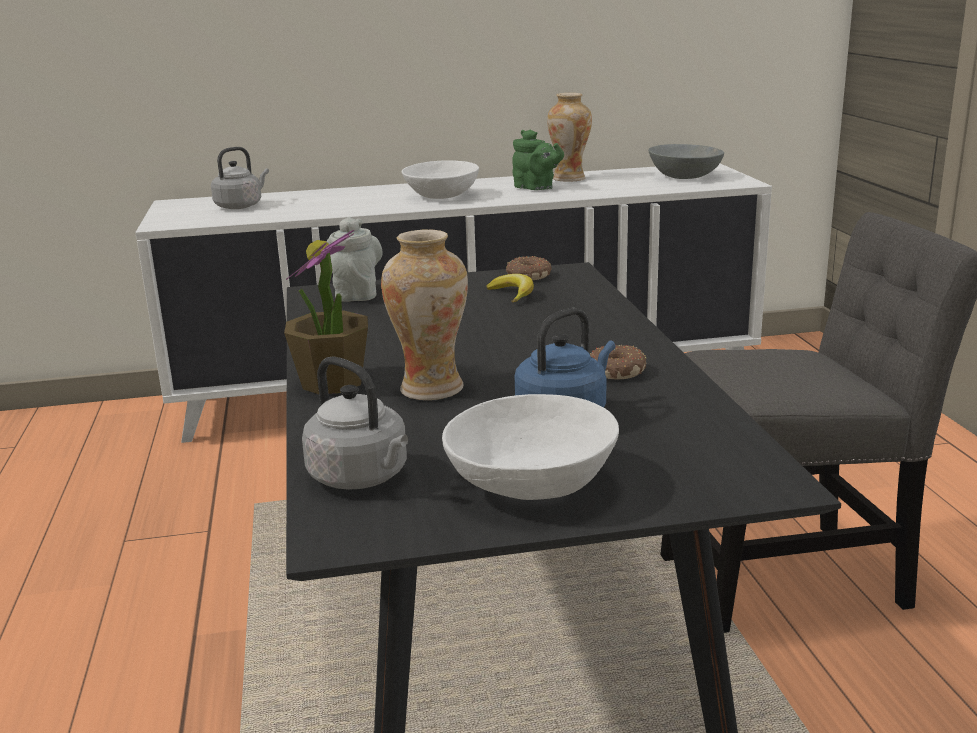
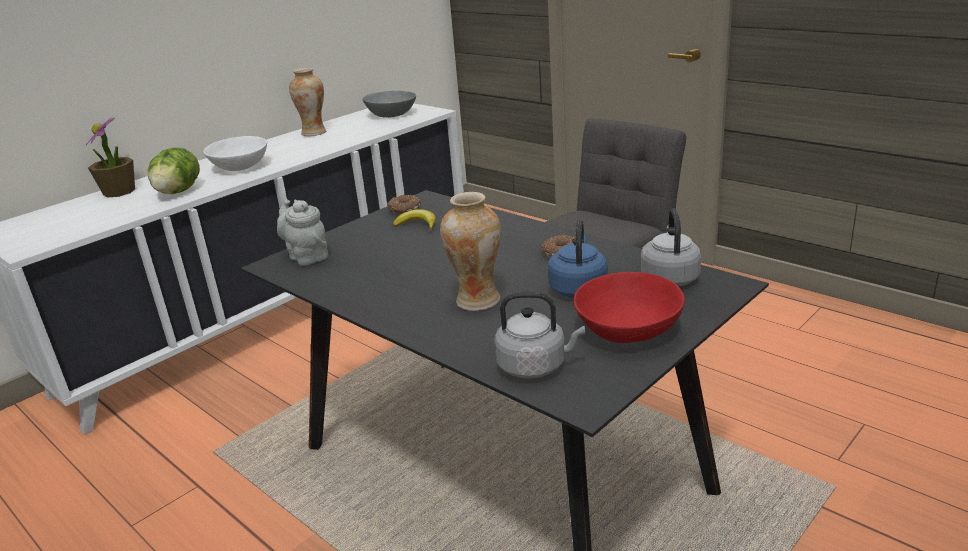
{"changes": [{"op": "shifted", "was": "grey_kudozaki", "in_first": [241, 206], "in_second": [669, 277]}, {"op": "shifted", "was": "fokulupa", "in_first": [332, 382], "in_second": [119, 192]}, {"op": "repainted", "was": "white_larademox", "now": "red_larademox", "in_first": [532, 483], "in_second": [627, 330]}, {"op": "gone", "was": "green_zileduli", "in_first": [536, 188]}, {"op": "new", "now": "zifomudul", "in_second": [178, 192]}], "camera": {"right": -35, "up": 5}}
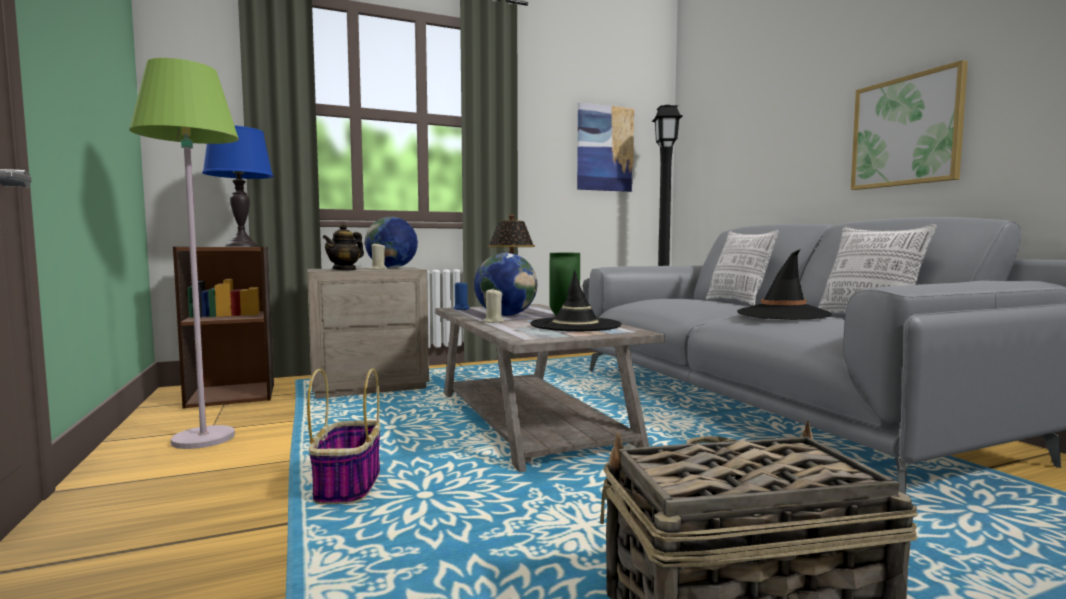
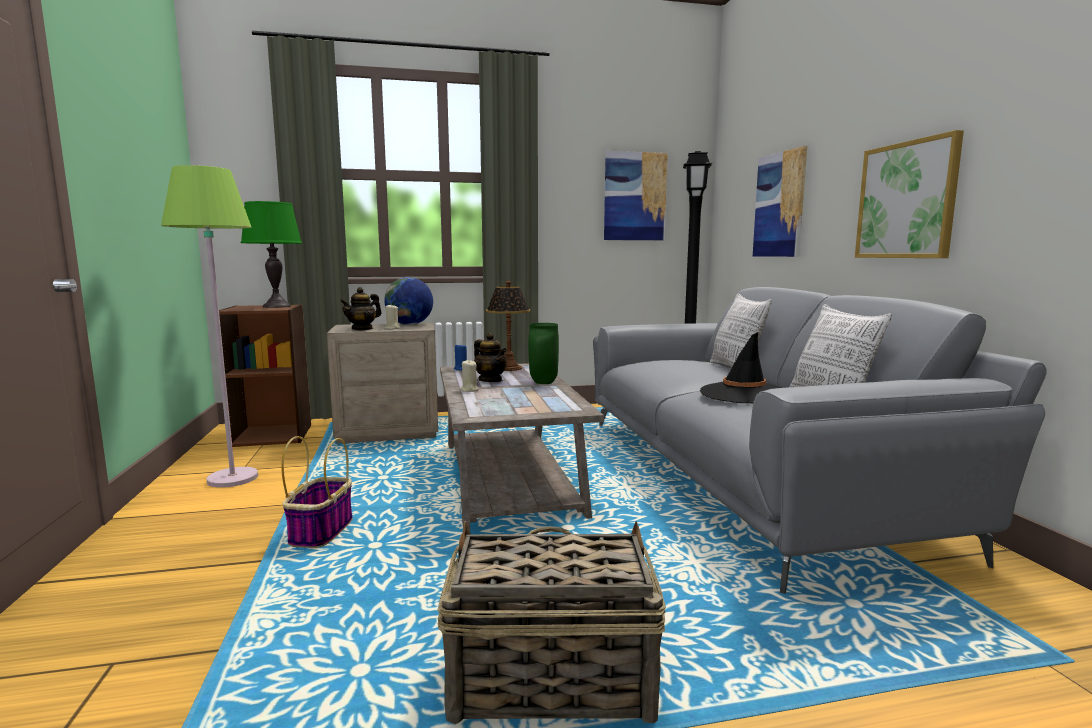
{"changes": [{"op": "repainted", "was": "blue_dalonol", "now": "green_dalonol", "in_first": [242, 246], "in_second": [276, 306]}, {"op": "swapped", "was": "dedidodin", "now": "zileduli", "in_first": [505, 315], "in_second": [490, 380]}, {"op": "gone", "was": "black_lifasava", "in_first": [575, 325]}, {"op": "new", "now": "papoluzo", "in_second": [779, 205]}], "camera": {"right": 10, "up": 5}}
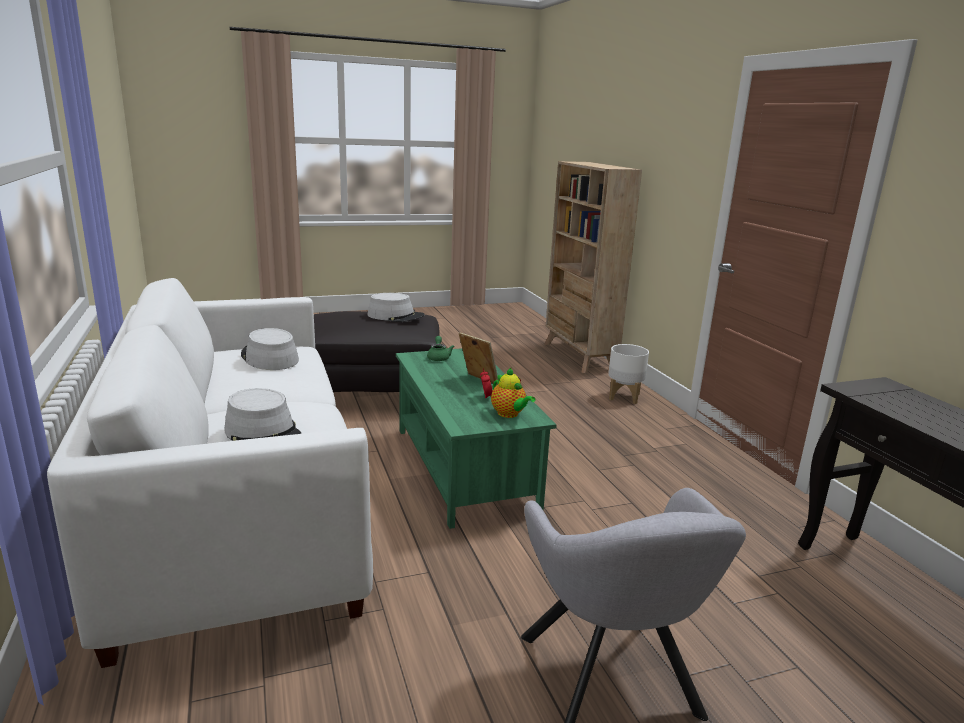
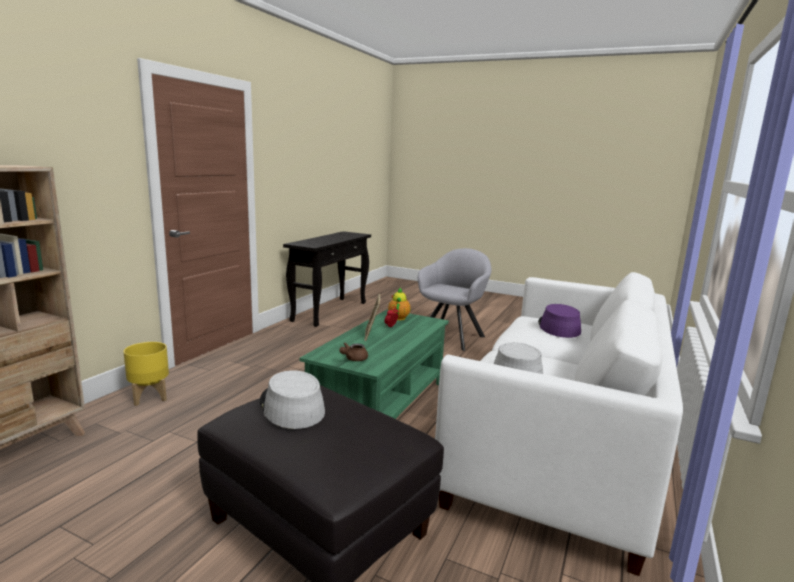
{"changes": [{"op": "repainted", "was": "grey_lifasava", "now": "purple_lifasava", "in_first": [263, 432], "in_second": [558, 327]}, {"op": "repainted", "was": "green_zileduli", "now": "brown_zileduli", "in_first": [439, 357], "in_second": [353, 359]}, {"op": "repainted", "was": "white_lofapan", "now": "yellow_lofapan", "in_first": [624, 397], "in_second": [149, 397]}], "camera": {"right": -135, "up": -5}}
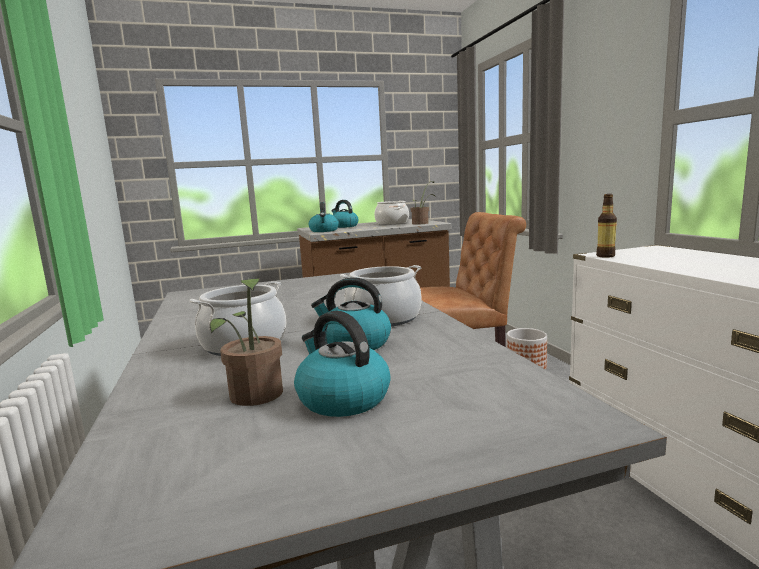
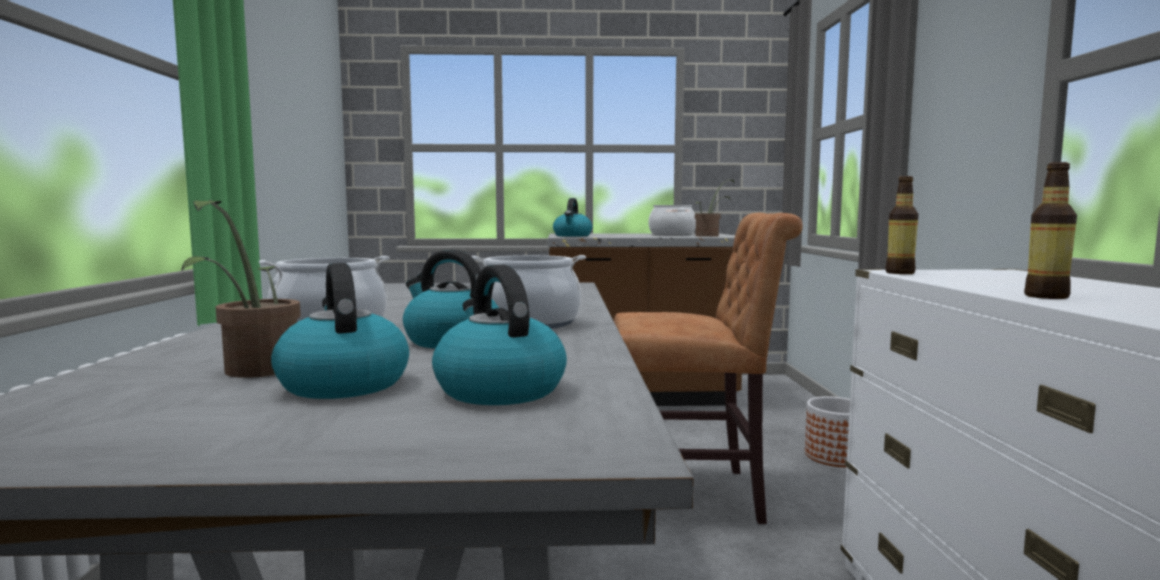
{"changes": [{"op": "shifted", "was": "kudozaki", "in_first": [344, 226], "in_second": [498, 389]}, {"op": "new", "now": "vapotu", "in_second": [1046, 296]}], "camera": {"right": 15, "up": -5}}
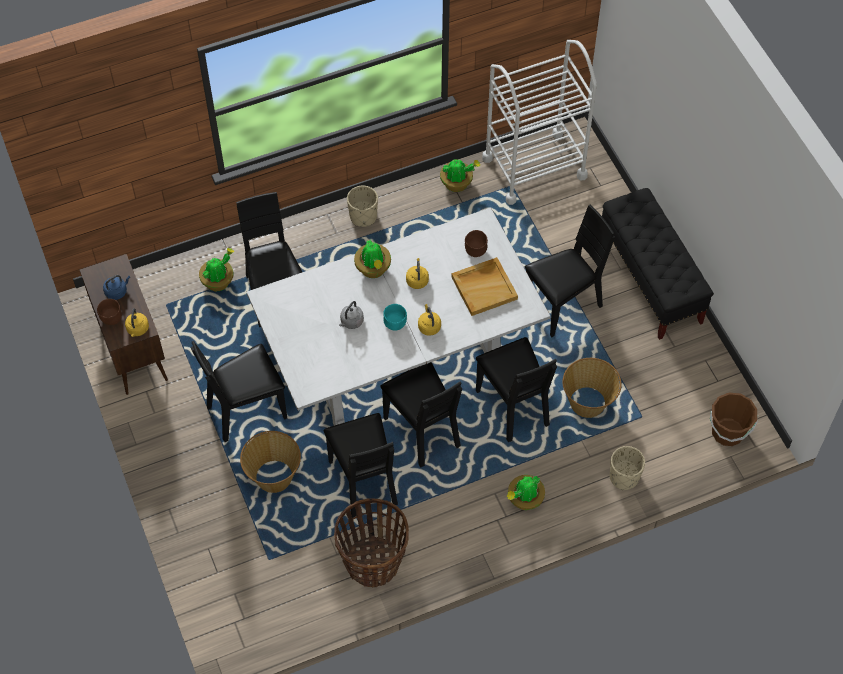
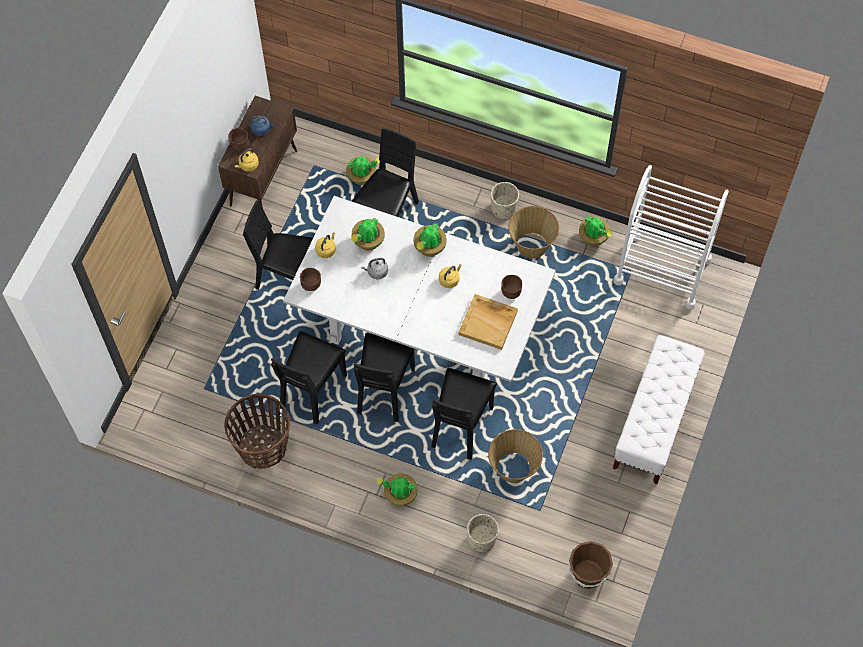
{"changes": [{"op": "shifted", "was": "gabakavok", "in_first": [273, 476], "in_second": [532, 245]}, {"op": "gone", "was": "turquoise_larademox", "in_first": [395, 324]}, {"op": "shifted", "was": "yellow_kudozaki", "in_first": [429, 326], "in_second": [326, 250]}, {"op": "gone", "was": "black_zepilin", "in_first": [562, 305]}, {"op": "repainted", "was": "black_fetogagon", "now": "white_fetogagon", "in_first": [650, 280], "in_second": [654, 421]}, {"op": "new", "now": "brown_larademox", "in_second": [311, 285]}, {"op": "new", "now": "fokulupa", "in_second": [367, 242]}], "camera": {"right": 45, "up": 5}}
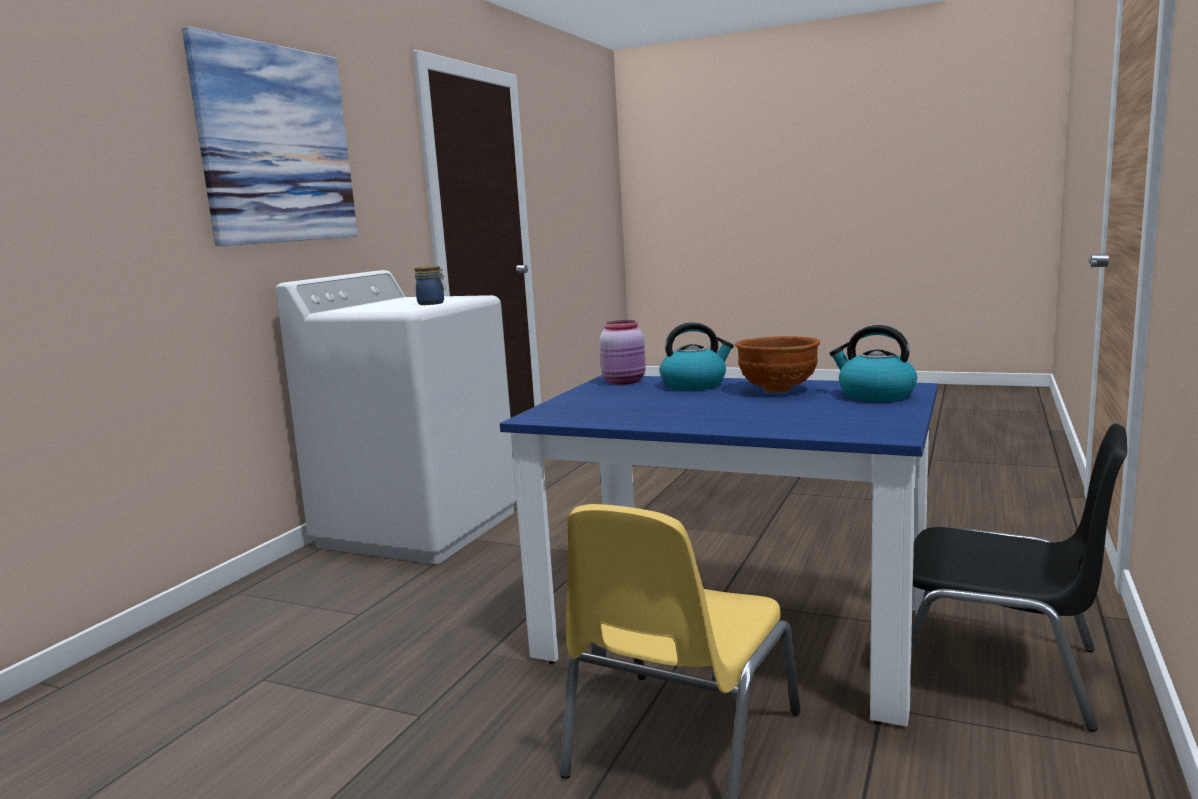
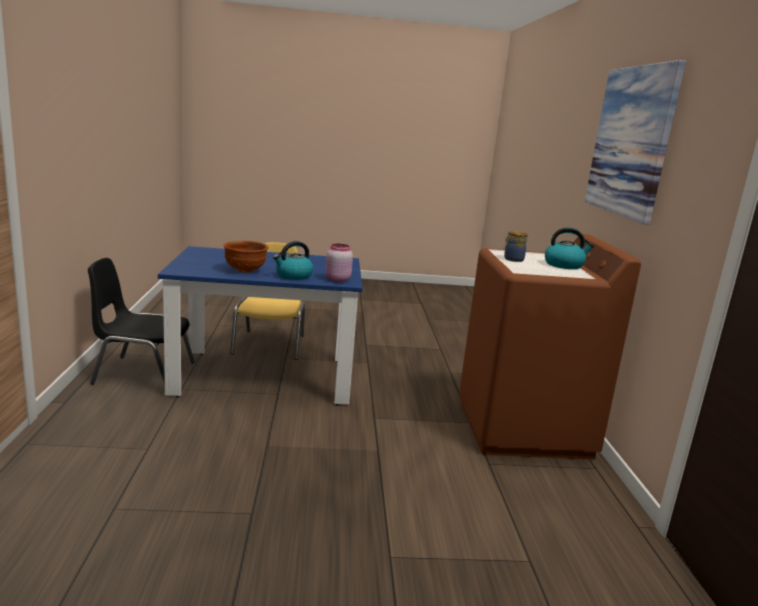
{"changes": [{"op": "repainted", "was": "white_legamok", "now": "brown_legamok", "in_first": [419, 528], "in_second": [523, 429]}, {"op": "shifted", "was": "kudozaki", "in_first": [875, 395], "in_second": [564, 265]}], "camera": {"right": 150, "up": 5}}
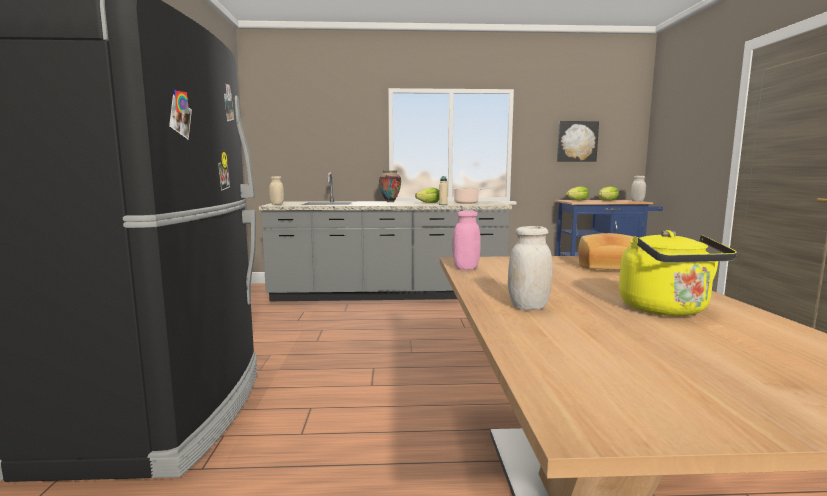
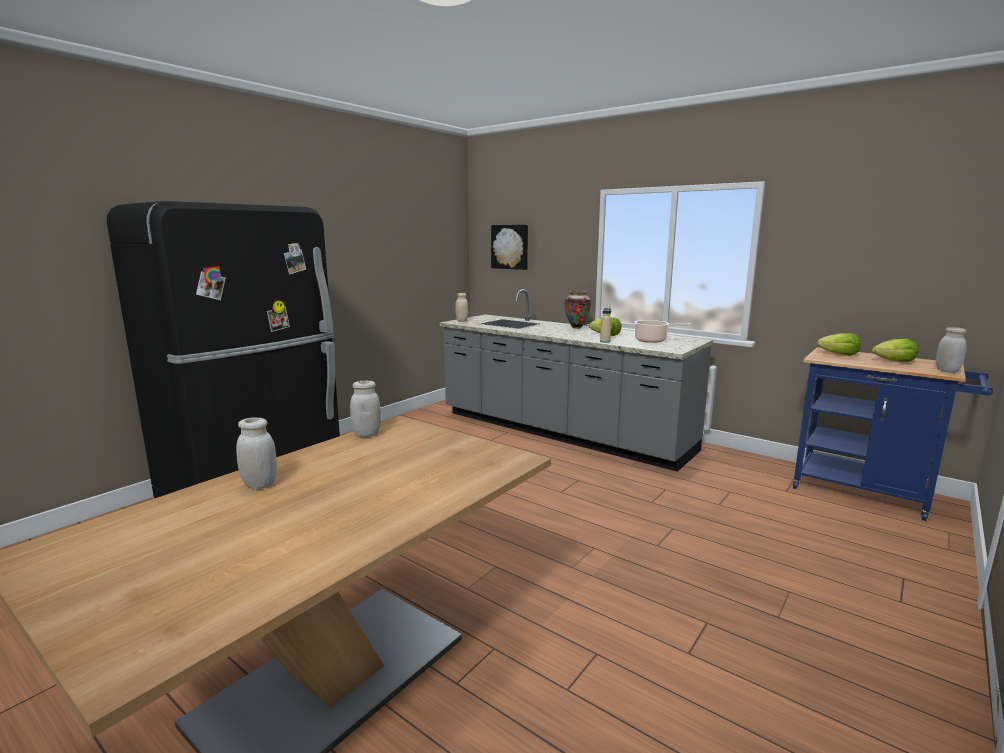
{"changes": [{"op": "repainted", "was": "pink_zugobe", "now": "white_zugobe", "in_first": [466, 268], "in_second": [367, 434]}, {"op": "shifted", "was": "papoluzo", "in_first": [576, 141], "in_second": [510, 247]}, {"op": "gone", "was": "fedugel", "in_first": [608, 266]}, {"op": "gone", "was": "yellow_kudozaki", "in_first": [667, 310]}], "camera": {"right": 40, "up": 5}}
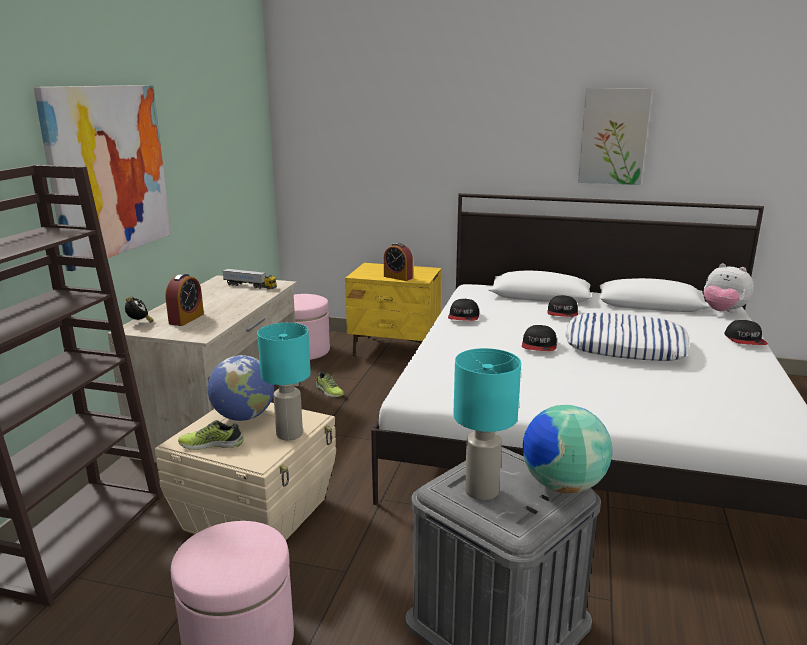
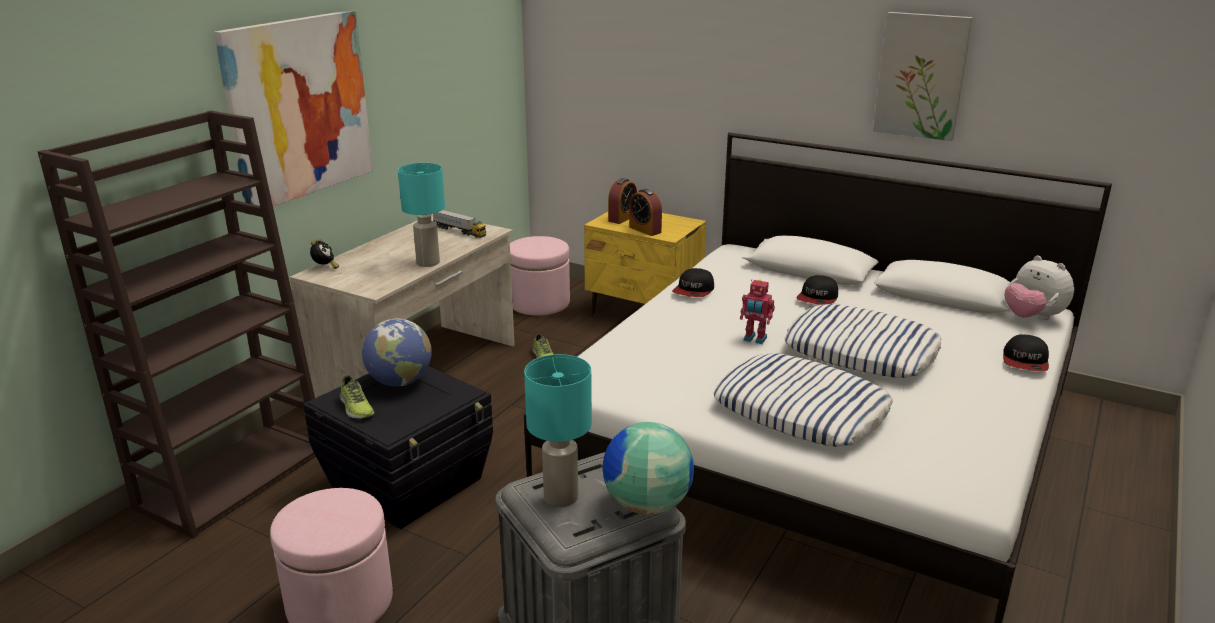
{"changes": [{"op": "repainted", "was": "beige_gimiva", "now": "black_gimiva", "in_first": [257, 513], "in_second": [409, 482]}, {"op": "shifted", "was": "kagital", "in_first": [186, 319], "in_second": [622, 218]}, {"op": "rotated", "was": "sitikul", "in_first": [212, 444], "in_second": [355, 407], "clockwise": -135}, {"op": "shifted", "was": "turquoise_dalonol", "in_first": [290, 434], "in_second": [428, 263]}, {"op": "swapped", "was": "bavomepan", "now": "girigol", "in_first": [539, 346], "in_second": [754, 339]}, {"op": "new", "now": "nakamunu", "in_second": [801, 410]}], "camera": {"right": 15, "up": 5}}
